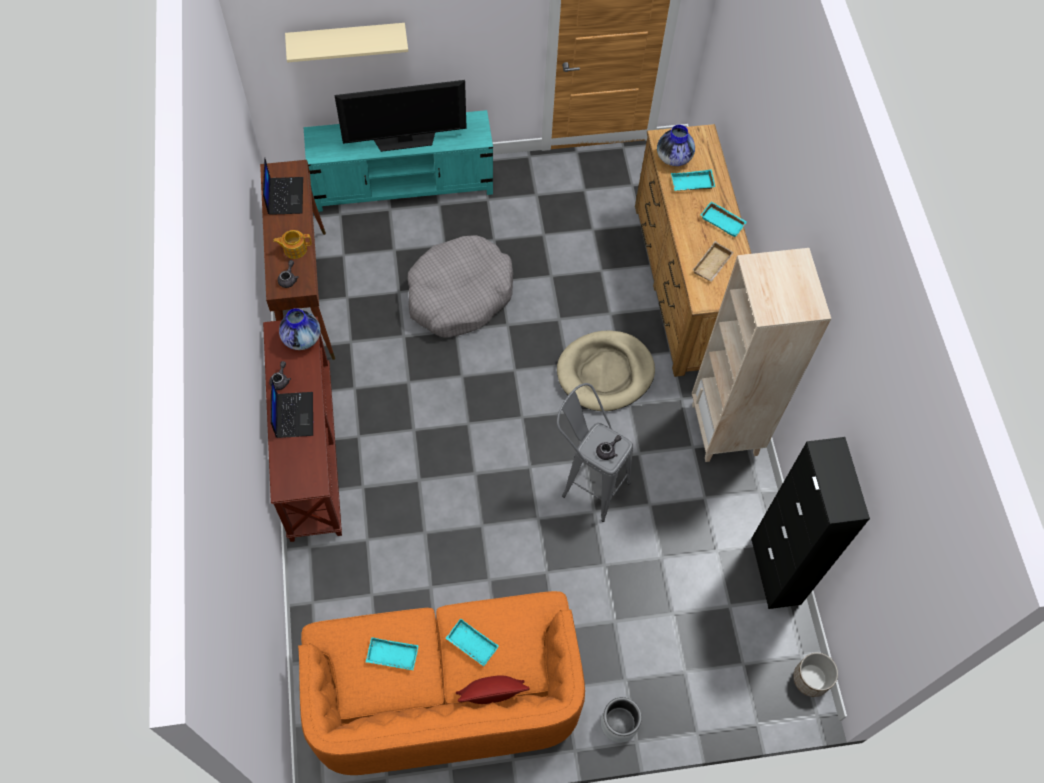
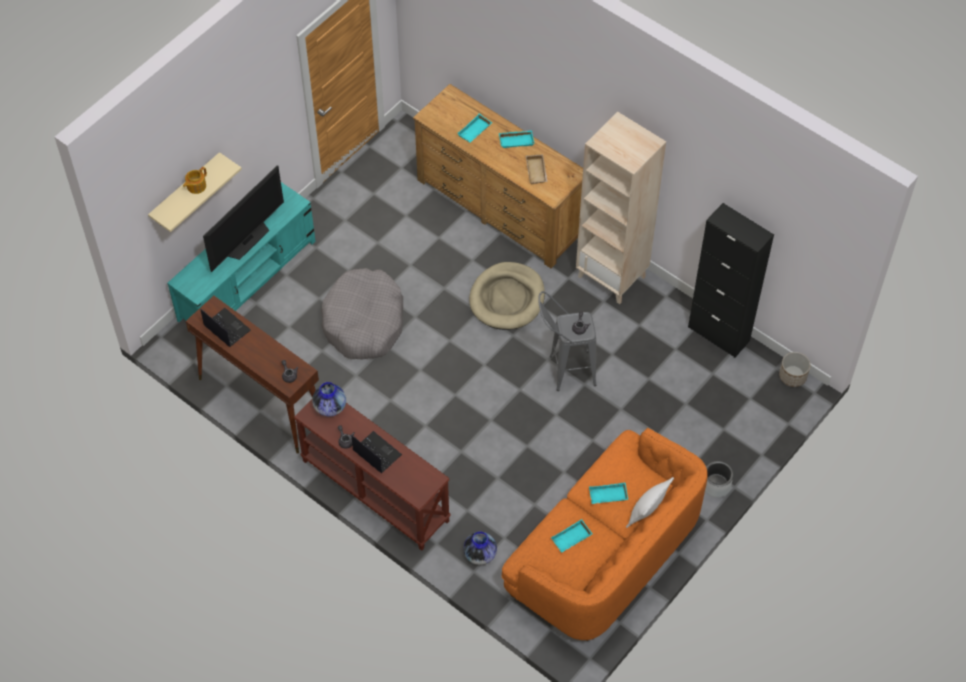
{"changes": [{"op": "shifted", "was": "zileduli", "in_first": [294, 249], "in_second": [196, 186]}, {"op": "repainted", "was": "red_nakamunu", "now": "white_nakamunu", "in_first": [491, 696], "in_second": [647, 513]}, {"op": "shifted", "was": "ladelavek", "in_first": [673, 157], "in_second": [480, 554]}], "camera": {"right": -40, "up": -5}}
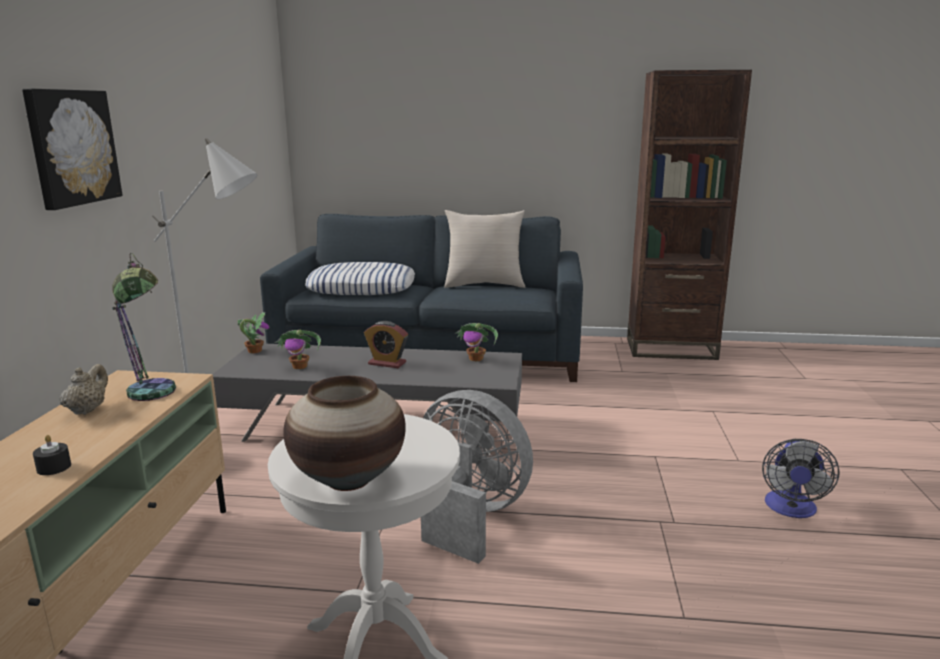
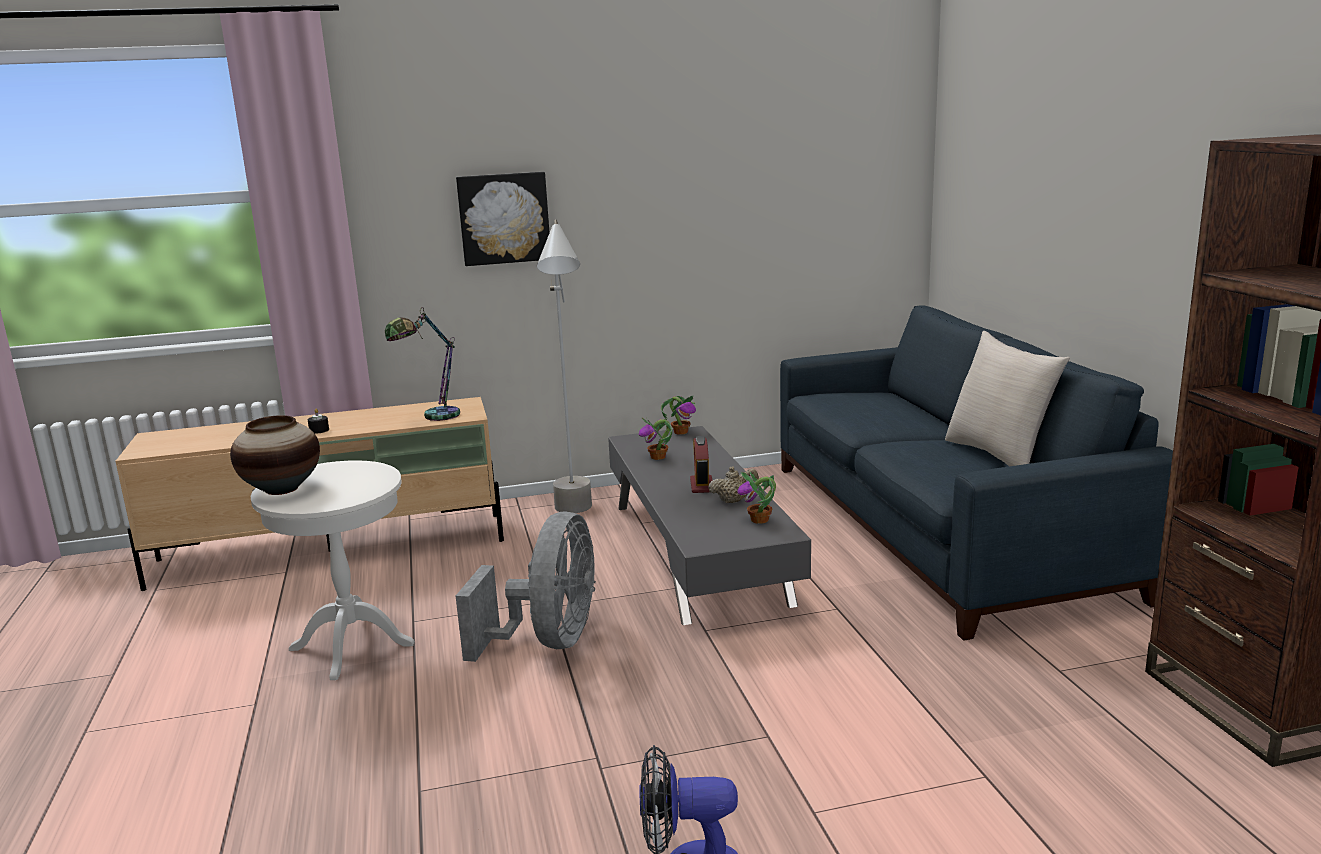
{"changes": [{"op": "shifted", "was": "beige_zileduli", "in_first": [88, 410], "in_second": [733, 501]}, {"op": "gone", "was": "nakamunu", "in_first": [362, 288]}], "camera": {"right": 70, "up": 0}}
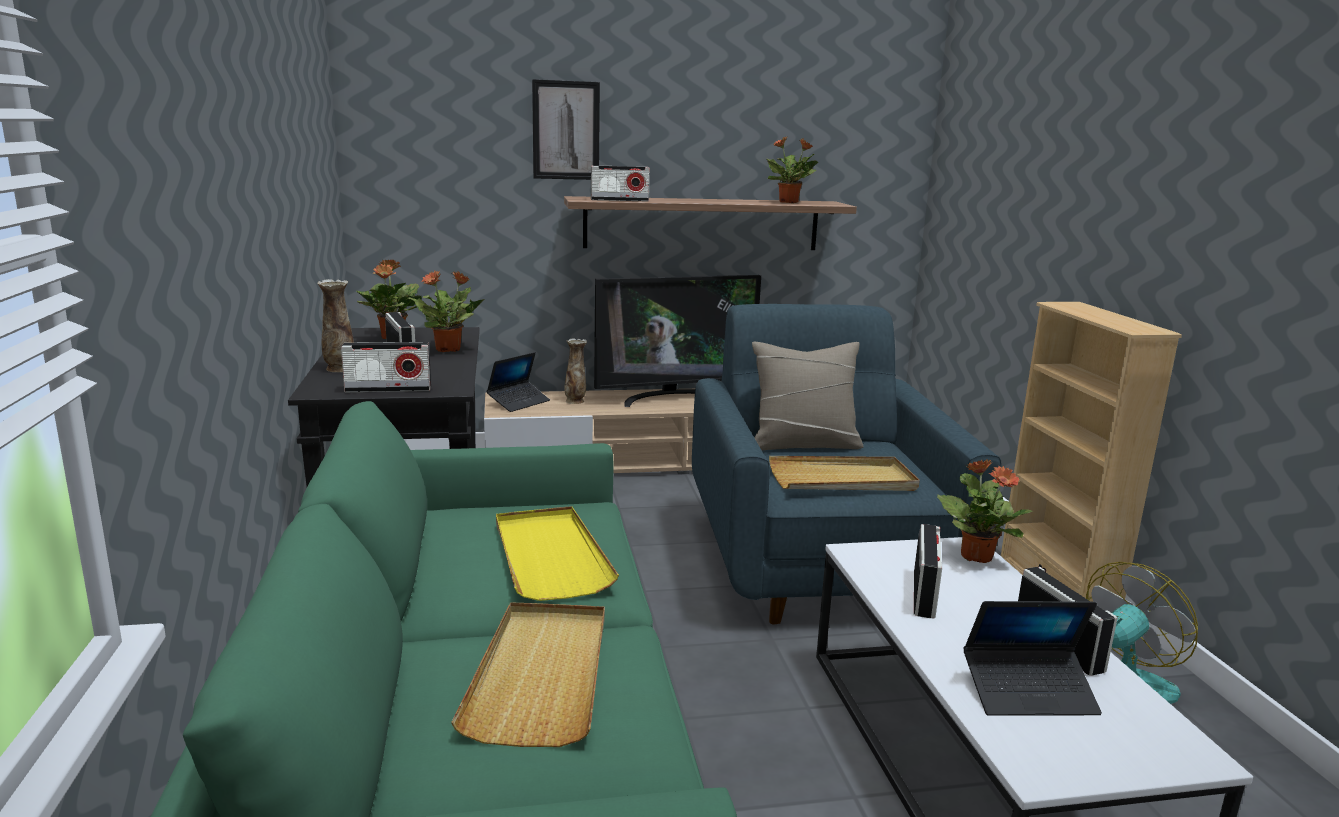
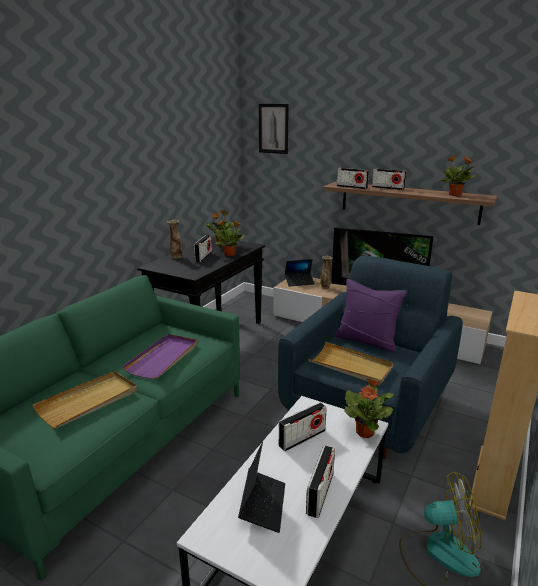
{"changes": [{"op": "shifted", "was": "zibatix", "in_first": [388, 389], "in_second": [387, 188]}, {"op": "repainted", "was": "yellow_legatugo", "now": "purple_legatugo", "in_first": [549, 556], "in_second": [163, 358]}, {"op": "shifted", "was": "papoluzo", "in_first": [566, 130], "in_second": [273, 128]}, {"op": "repainted", "was": "beige_nakamunu", "now": "purple_nakamunu", "in_first": [803, 444], "in_second": [367, 340]}, {"op": "rotated", "was": "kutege", "in_first": [1028, 693], "in_second": [262, 505], "clockwise": -120}], "camera": {"right": 40, "up": 5}}
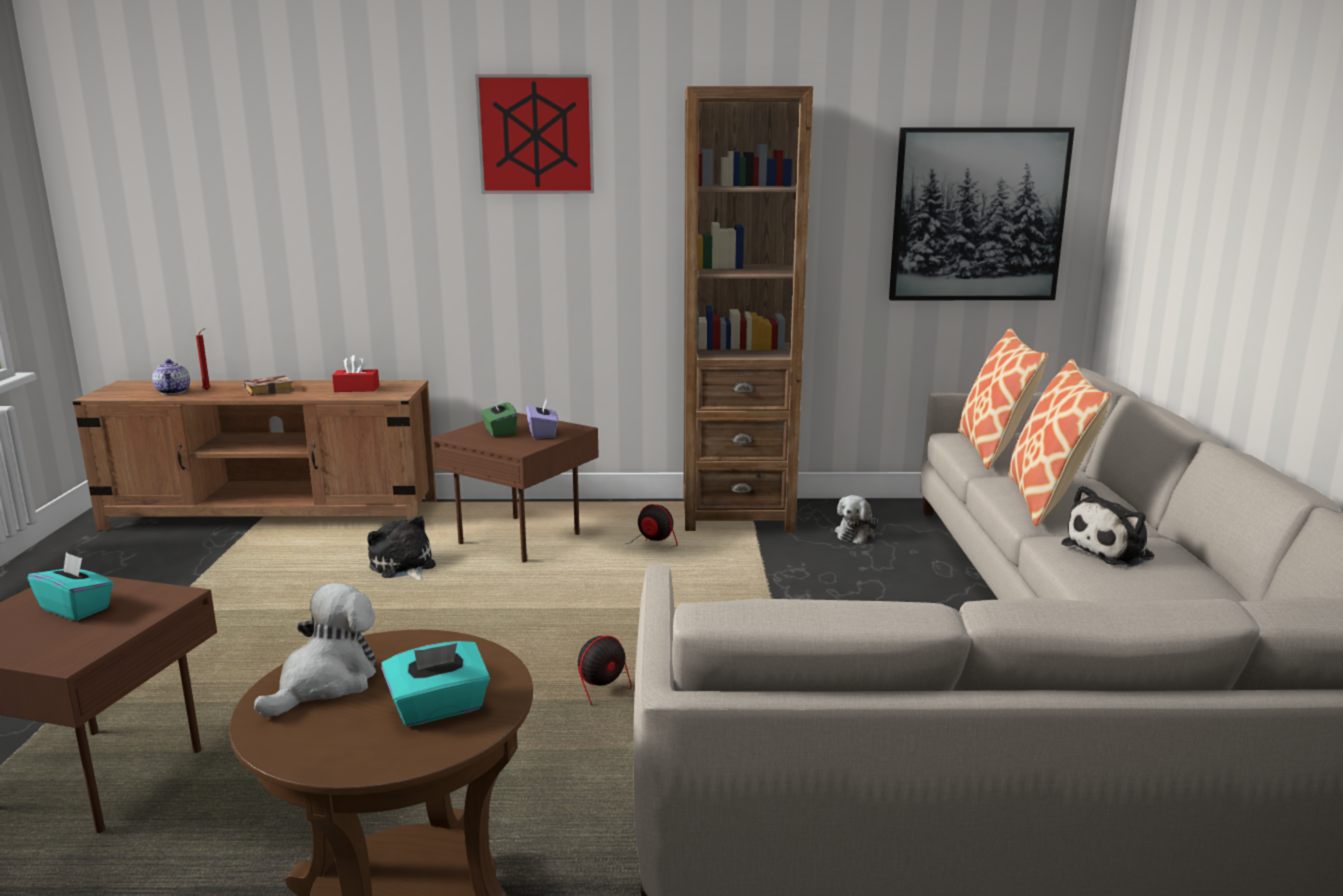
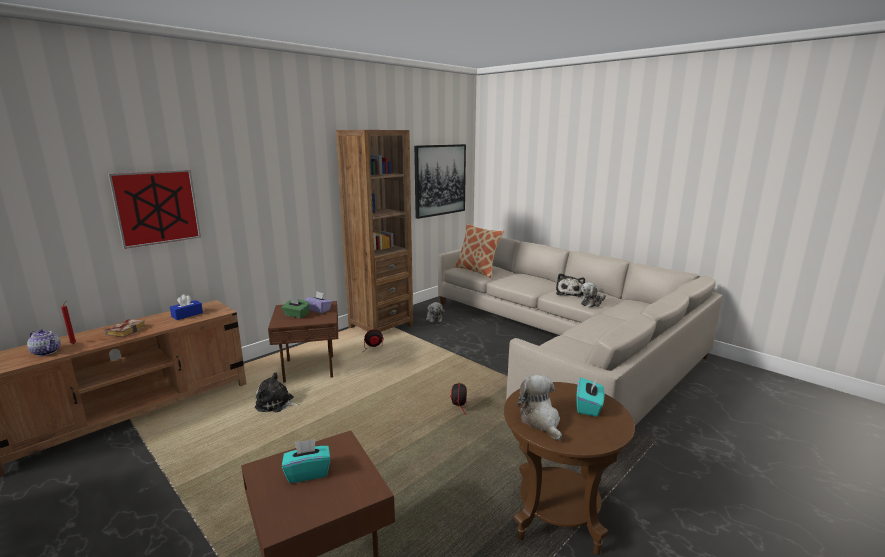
{"changes": [{"op": "repainted", "was": "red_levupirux", "now": "blue_levupirux", "in_first": [356, 389], "in_second": [187, 315]}, {"op": "shifted", "was": "papoluzo", "in_first": [536, 135], "in_second": [157, 207]}, {"op": "gone", "was": "nakamunu", "in_first": [1047, 500]}, {"op": "new", "now": "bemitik", "in_second": [592, 303]}], "camera": {"right": -45, "up": 0}}
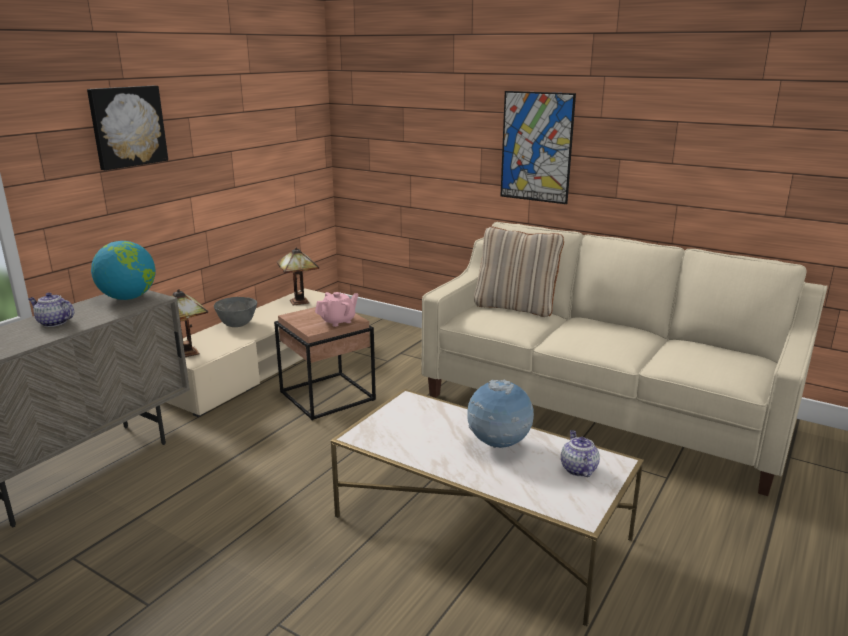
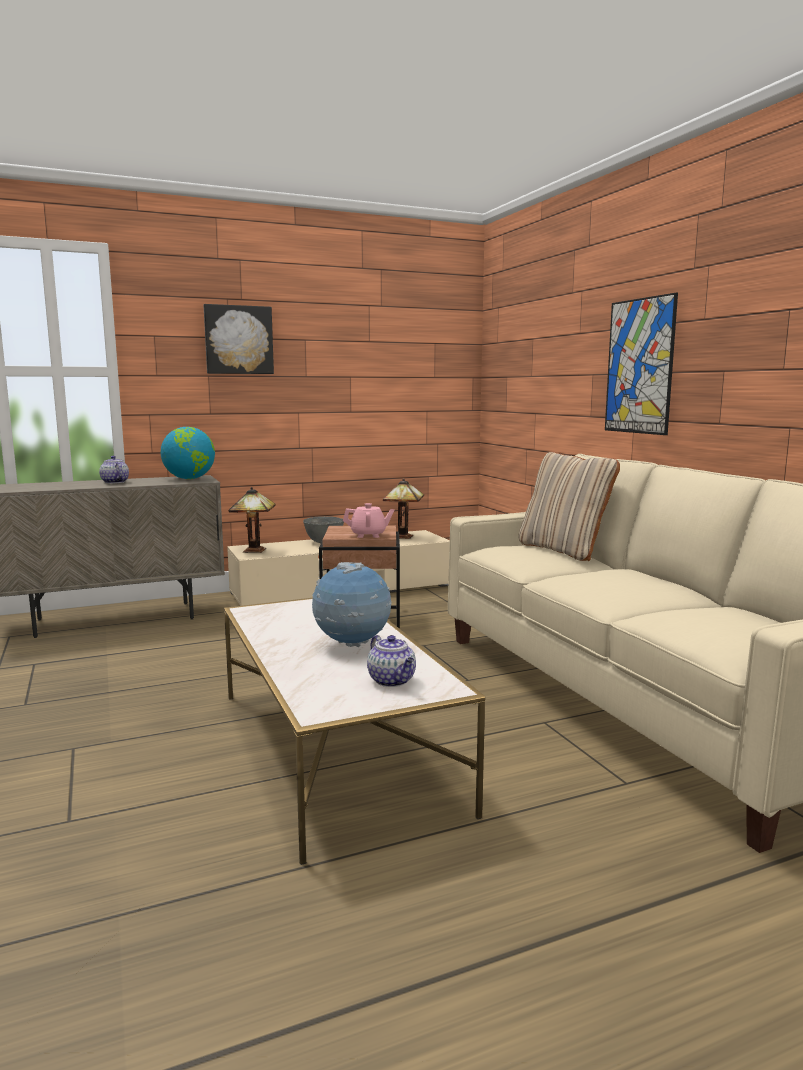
{"changes": [{"op": "rotated", "was": "zileduli", "in_first": [578, 469], "in_second": [392, 681], "clockwise": 120}], "camera": {"right": 35, "up": -10}}
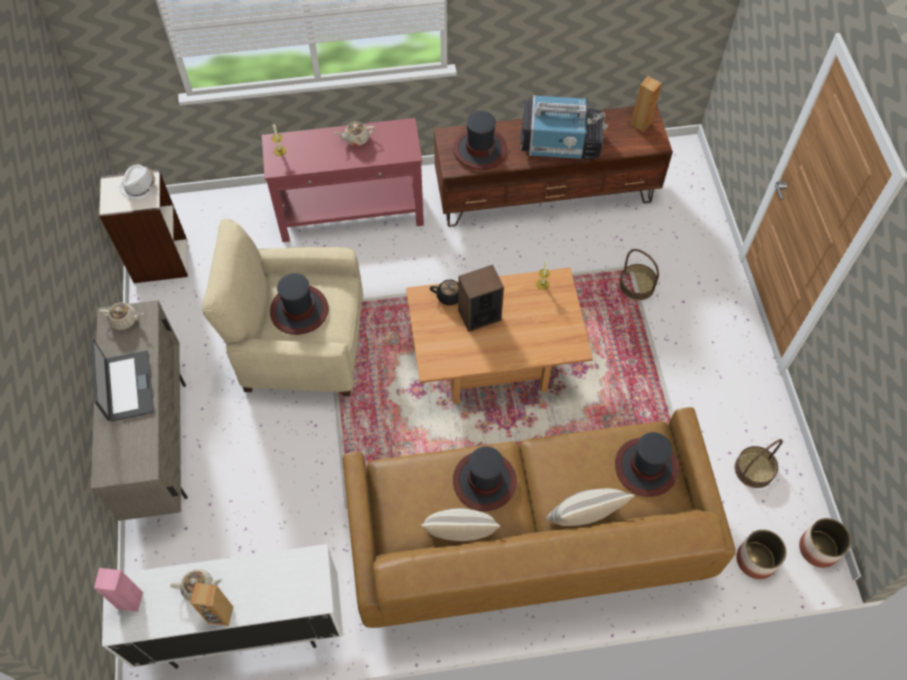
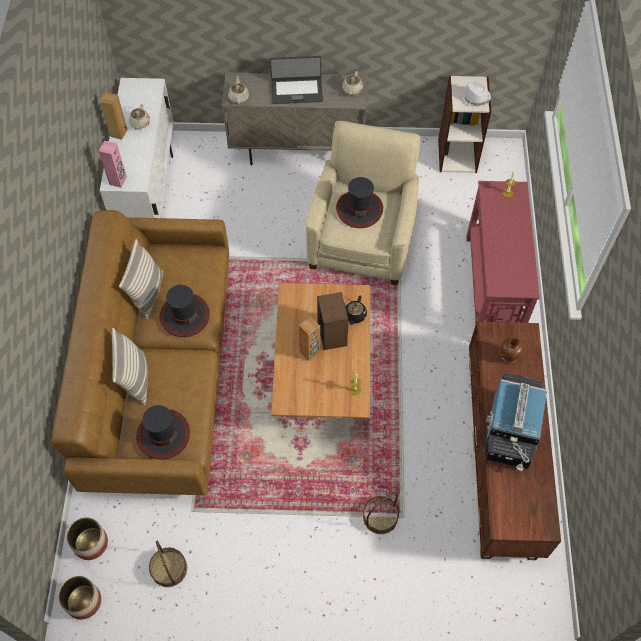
{"changes": [{"op": "shifted", "was": "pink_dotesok", "in_first": [130, 600], "in_second": [118, 180]}, {"op": "shifted", "was": "beige_zileduli", "in_first": [356, 139], "in_second": [239, 97]}, {"op": "swapped", "was": "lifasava", "now": "brown_ladelavek", "in_first": [479, 149], "in_second": [508, 357]}, {"op": "shifted", "was": "brown_dotesok", "in_first": [641, 124], "in_second": [310, 352]}], "camera": {"right": 100, "up": 0}}
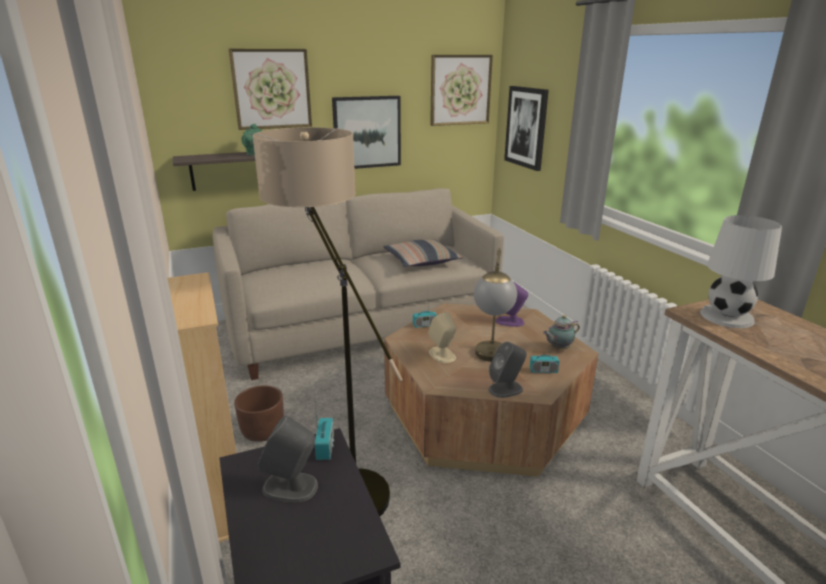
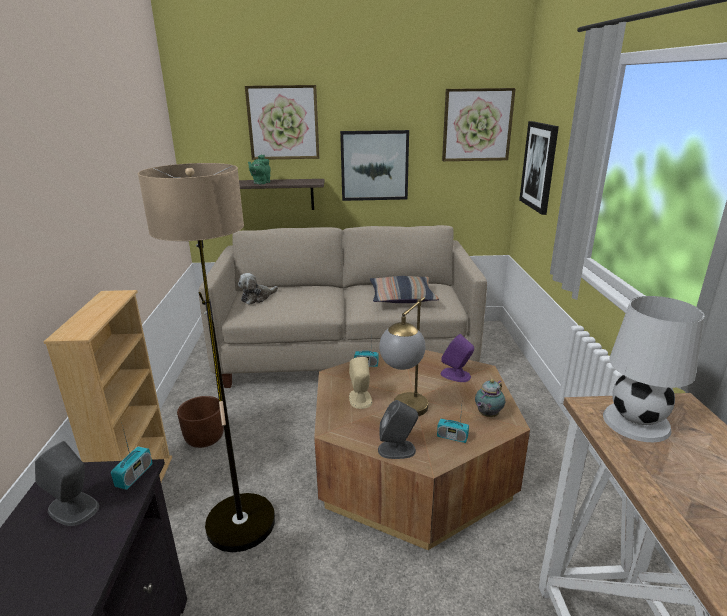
{"changes": [{"op": "rotated", "was": "zileduli", "in_first": [558, 348], "in_second": [487, 415], "clockwise": -45}, {"op": "new", "now": "bemitik", "in_second": [257, 298]}], "camera": {"right": 20, "up": 0}}
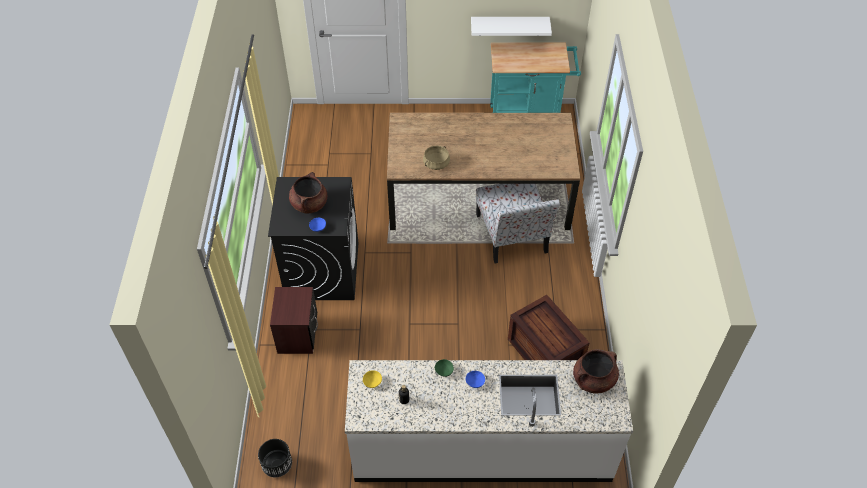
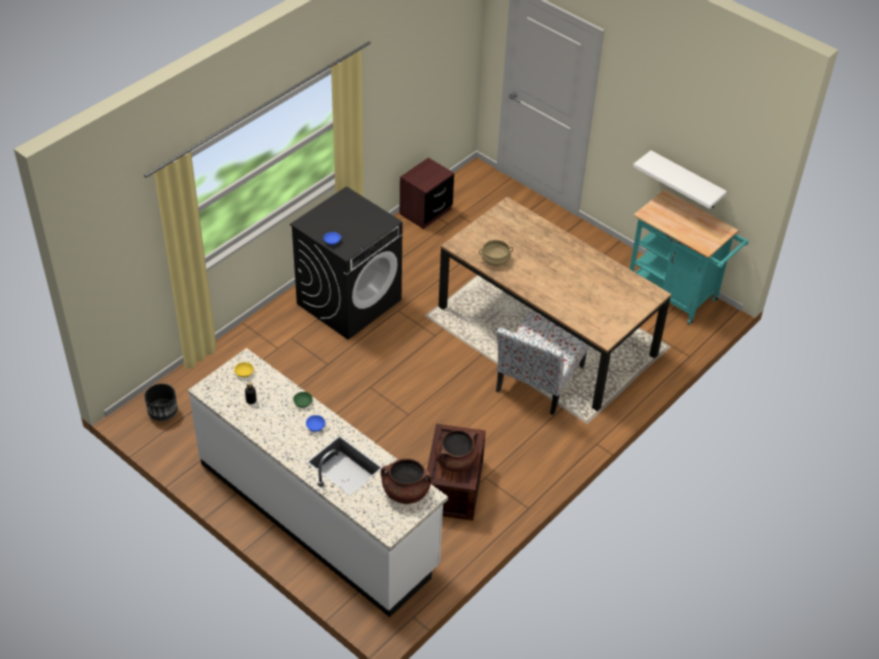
{"changes": [{"op": "shifted", "was": "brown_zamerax", "in_first": [297, 335], "in_second": [425, 212]}, {"op": "shifted", "was": "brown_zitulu", "in_first": [309, 204], "in_second": [456, 461]}], "camera": {"right": 40, "up": -5}}
